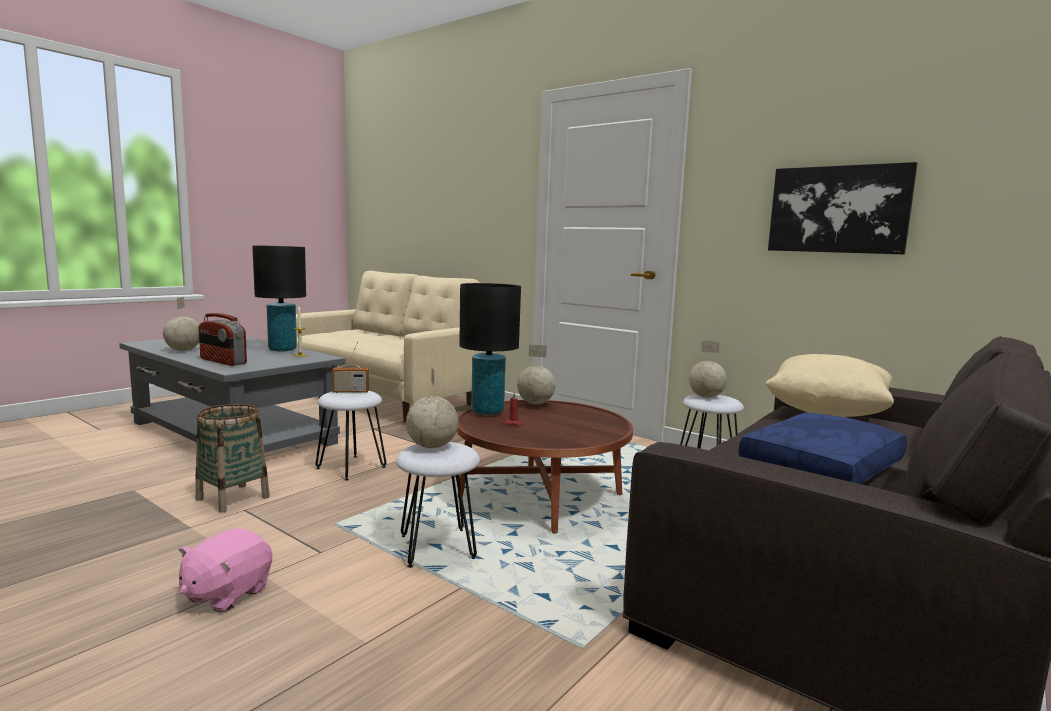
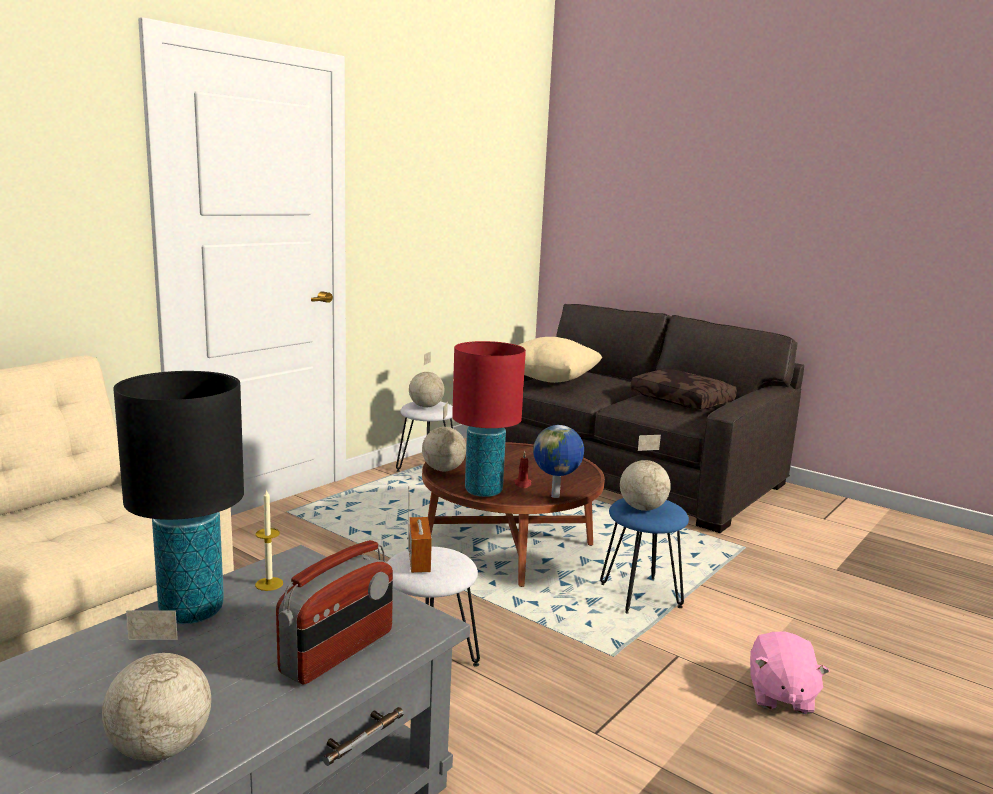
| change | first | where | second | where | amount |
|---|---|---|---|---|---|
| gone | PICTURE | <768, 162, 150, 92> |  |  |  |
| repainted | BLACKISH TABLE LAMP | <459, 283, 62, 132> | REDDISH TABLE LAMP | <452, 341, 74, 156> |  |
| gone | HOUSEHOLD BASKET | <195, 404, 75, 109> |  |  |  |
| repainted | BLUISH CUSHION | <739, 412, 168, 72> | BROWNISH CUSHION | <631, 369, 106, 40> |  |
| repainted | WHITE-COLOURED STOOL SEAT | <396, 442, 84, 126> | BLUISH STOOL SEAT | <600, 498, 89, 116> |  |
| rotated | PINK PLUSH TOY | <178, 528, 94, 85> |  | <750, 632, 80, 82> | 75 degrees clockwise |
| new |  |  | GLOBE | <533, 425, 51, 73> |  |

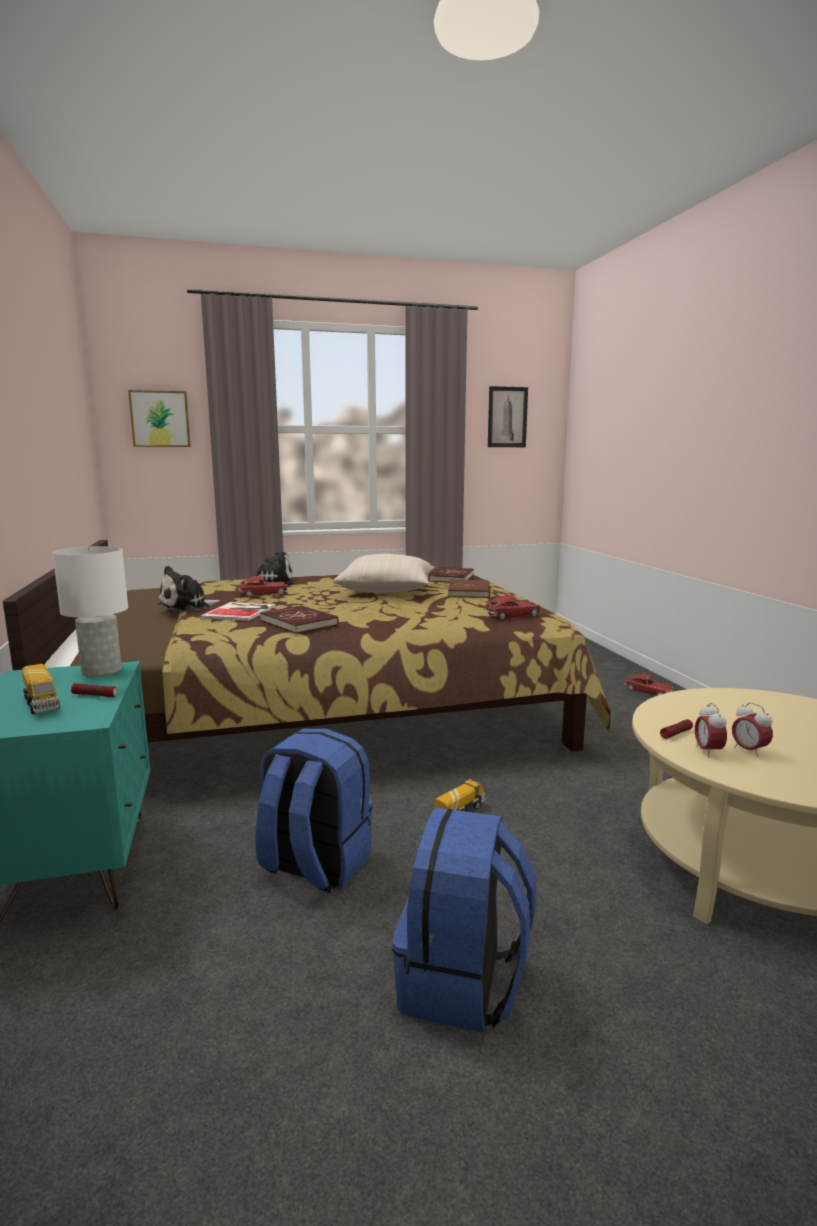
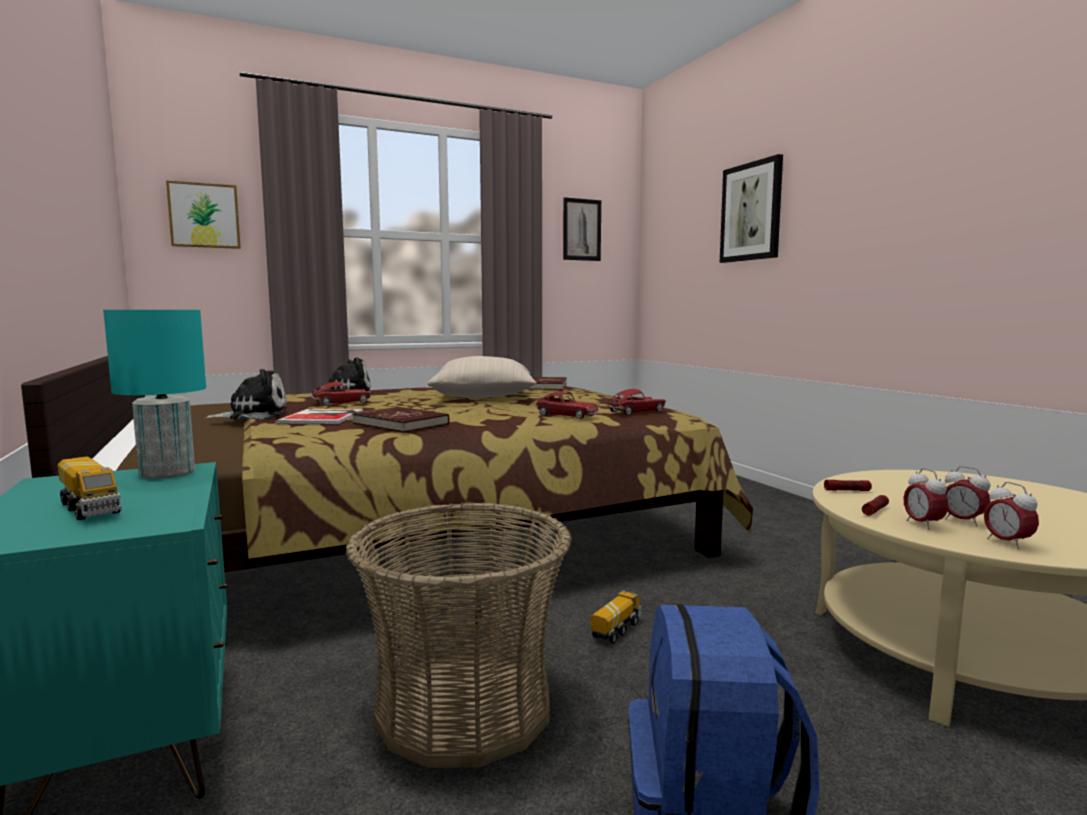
| change | first | where | second | where | amount |
|---|---|---|---|---|---|
| repainted | WHITE-COLOURED TABLE LAMP | <52, 546, 76, 131> | BLUE-GREEN TABLE LAMP | <103, 310, 103, 169> |  |
| rotated | PLUSH TOY | <157, 566, 64, 46> |  | <205, 369, 82, 50> | 150 degrees counterclockwise |
| gone | BROWNISH BOOK | <448, 580, 42, 18> |  |  |  |
| shifted | MINIATURE CAR | <625, 674, 49, 22> |  | <535, 391, 64, 28> |  |
| shifted | TORCH | <71, 683, 47, 14> |  | <824, 480, 48, 11> |  |
| swapped | BLUISH BACKPACK | <256, 729, 117, 164> | HOUSEHOLD BASKET | <346, 502, 226, 266> |  |
| new |  |  | PICTURE | <720, 154, 63, 109> |  |
| new |  |  | BEDSIDE CLOCK | <984, 482, 55, 68> |  |

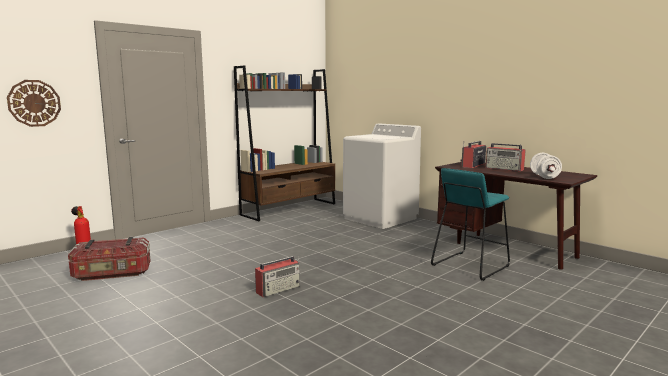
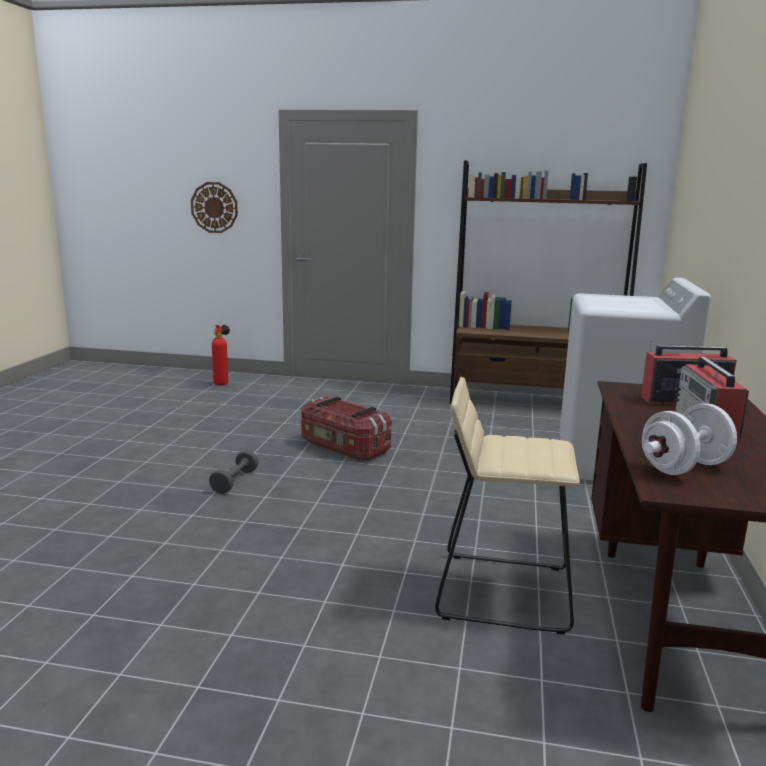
| change | first | where | second | where | amount |
|---|---|---|---|---|---|
| repainted | BLUE-GREEN STOOL SEAT | <431, 168, 79, 113> | BEIGE-COLOURED STOOL SEAT | <435, 377, 145, 257> |  |
| shifted | STORAGE BOX | <68, 237, 83, 44> |  | <301, 396, 91, 65> |  |
| swapped | RADIO SET | <255, 256, 45, 41> | GREYISH FREE WEIGHT | <209, 450, 49, 44> |  |

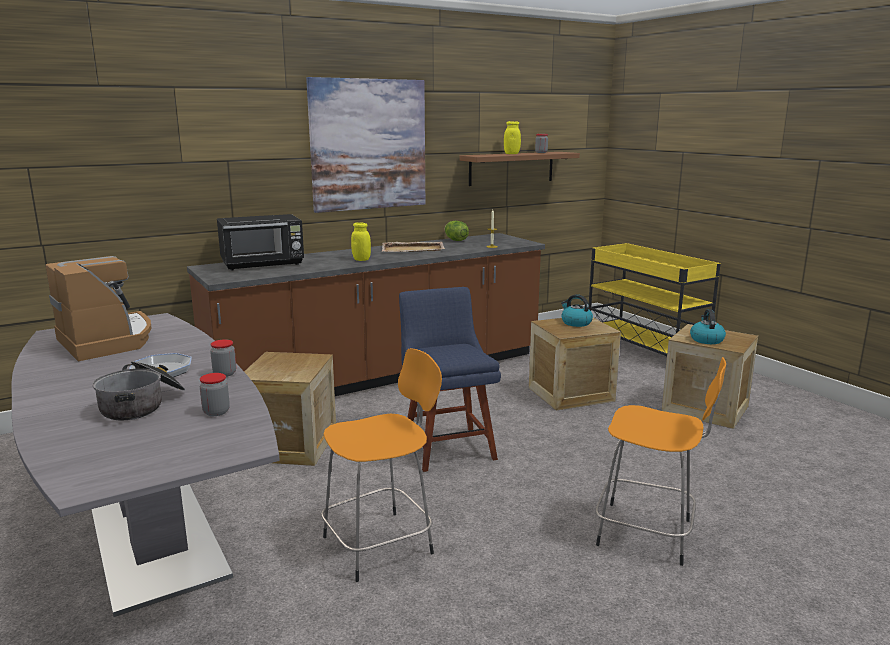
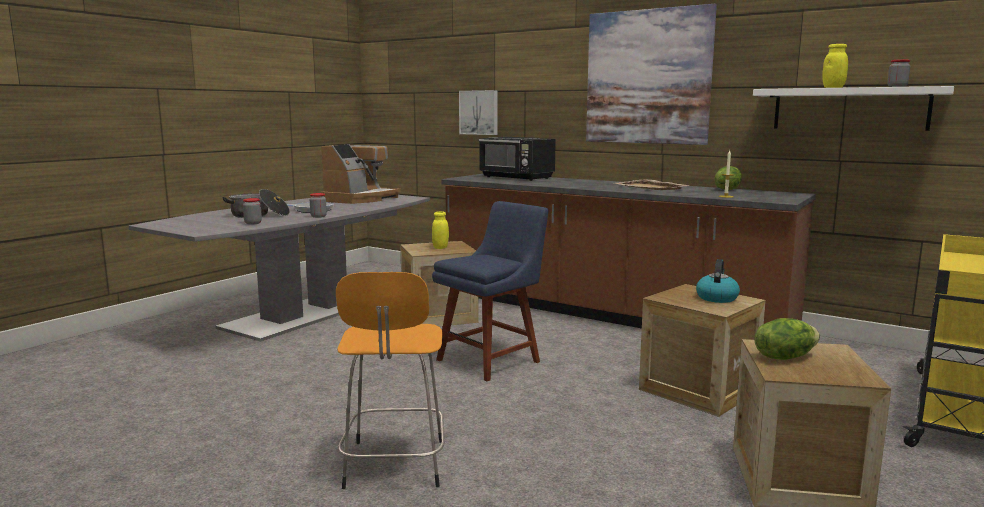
| change | first | where | second | where | amount |
|---|---|---|---|---|---|
| repainted | BROWNISH WALL SHELF | <459, 152, 121, 34> | WHITE-COLOURED WALL SHELF | <753, 86, 201, 45> |  |
| shifted | YELLOWISH JAR | <351, 222, 20, 39> |  | <432, 211, 17, 38> |  |
| swapped | TEA KETTLE | <690, 309, 36, 35> | LETTUCE | <754, 318, 66, 42> |  |
| gone | ORANGEY STOOL SEAT | <321, 348, 121, 234> |  |  |  |
| new |  |  | PICTURE | <459, 90, 38, 45> |  |

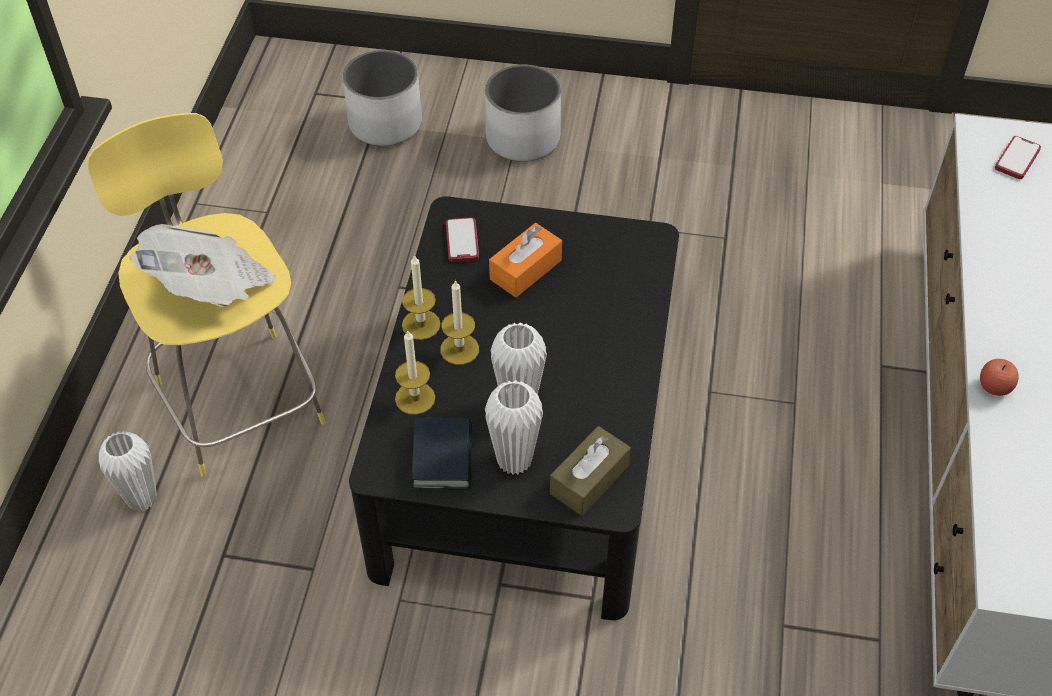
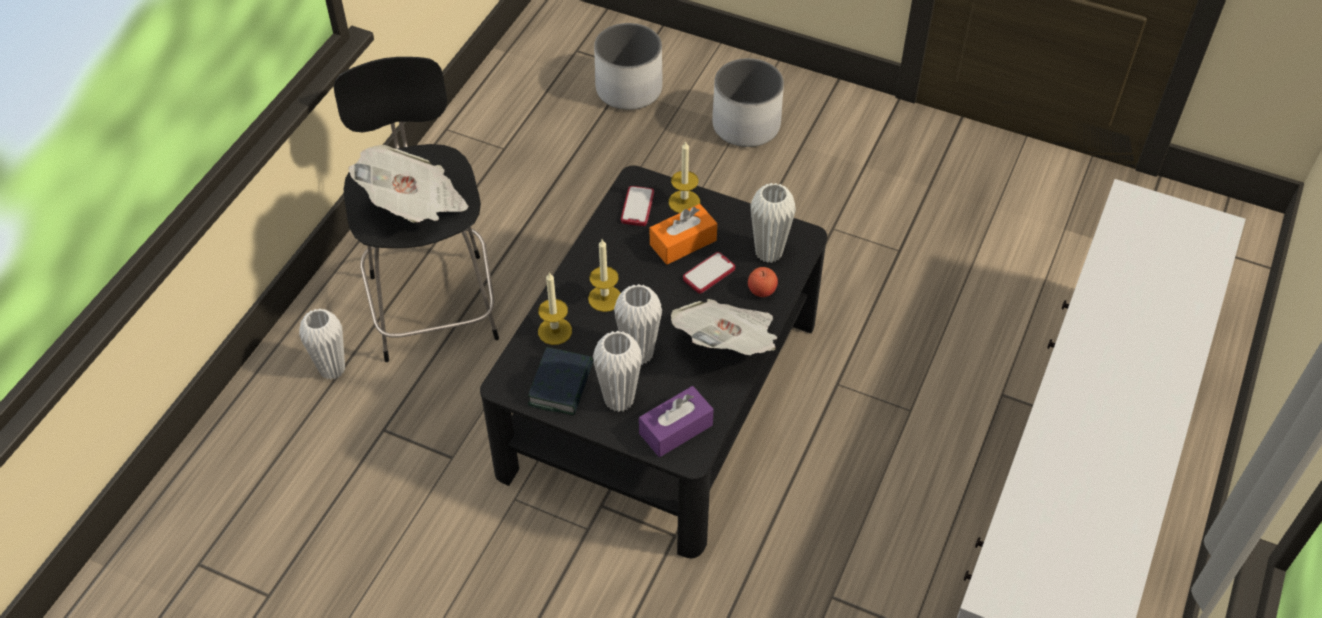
| change | first | where | second | where | amount |
|---|---|---|---|---|---|
| repainted | YELLOWISH STOOL SEAT | <87, 113, 239, 364> | BLACKISH STOOL SEAT | <334, 57, 165, 305> |  |
| shifted | TELEPHONE | <995, 136, 46, 43> |  | <683, 252, 52, 41> |  |
| shifted | WAX CANDLE | <402, 254, 38, 86> |  | <669, 141, 31, 72> |  |
| shifted | WHOLE APPLE | <980, 359, 38, 37> |  | <748, 267, 30, 30> |  |
| repainted | BROWNISH BOX OF TISSUES | <550, 426, 81, 90> | PURPLE BOX OF TISSUES | <639, 386, 75, 71> |  |
| new |  |  | WHITE-COLOURED VASE | <750, 183, 46, 80> |  |
| new |  |  | PRINTED PAPER | <671, 299, 107, 56> |  |

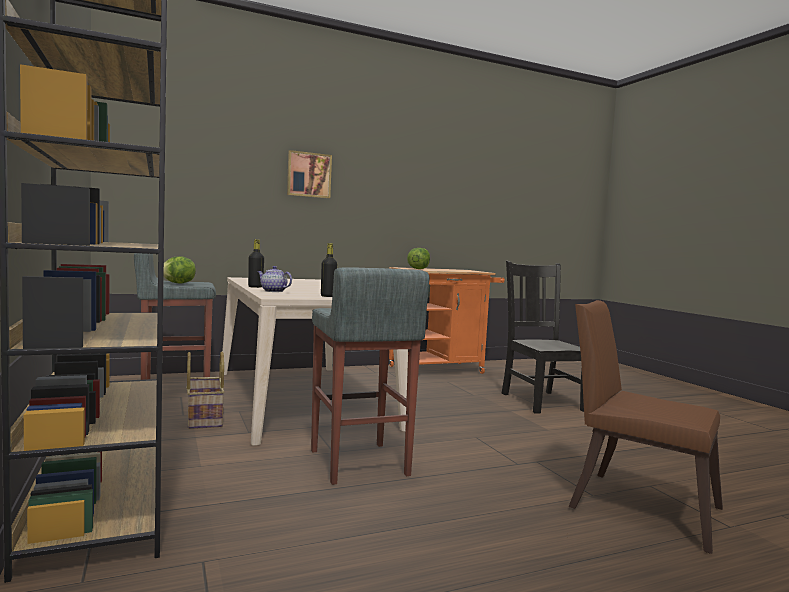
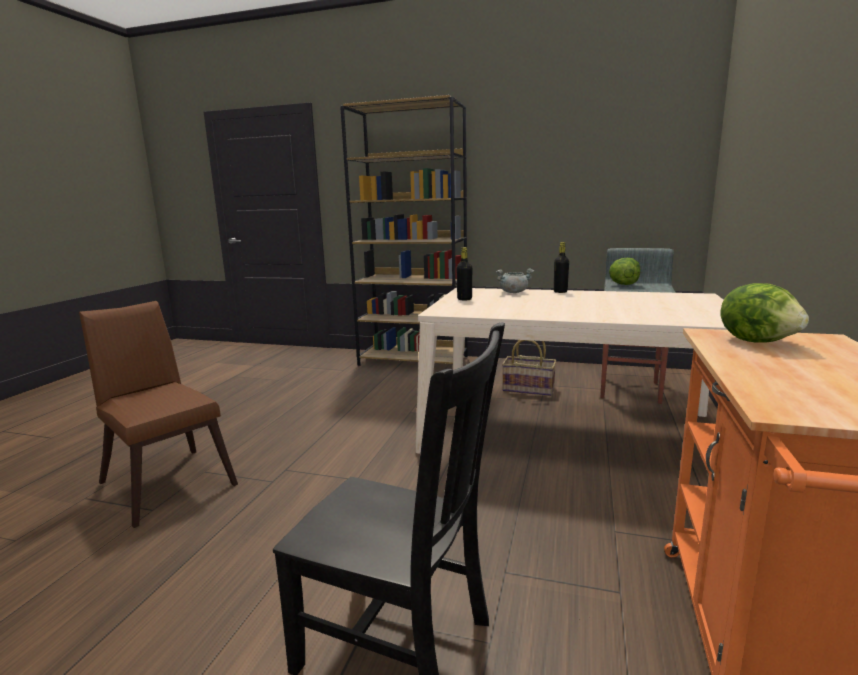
| change | first | where | second | where | amount |
|---|---|---|---|---|---|
| gone | PICTURE | <287, 150, 45, 49> |  |  |  |
| swapped | POT FOR TEA | <258, 266, 34, 26> | GREYISH SAUCEPOT | <496, 268, 38, 25> |  |
| gone | GREYISH STOOL SEAT | <311, 267, 119, 218> |  |  |  |
| rotated | BROWNISH UPRIGHT CHAIR | <568, 300, 155, 254> |  | <79, 301, 159, 227> | 120 degrees counterclockwise |

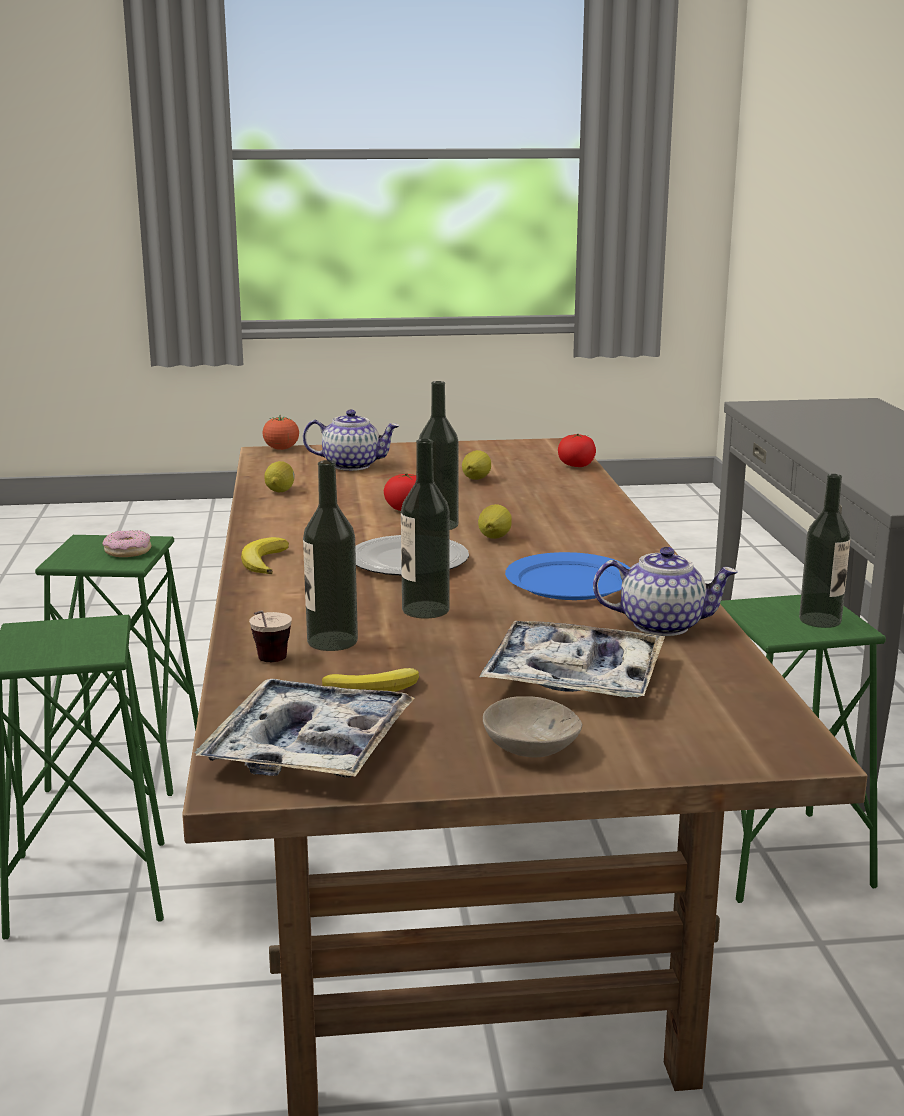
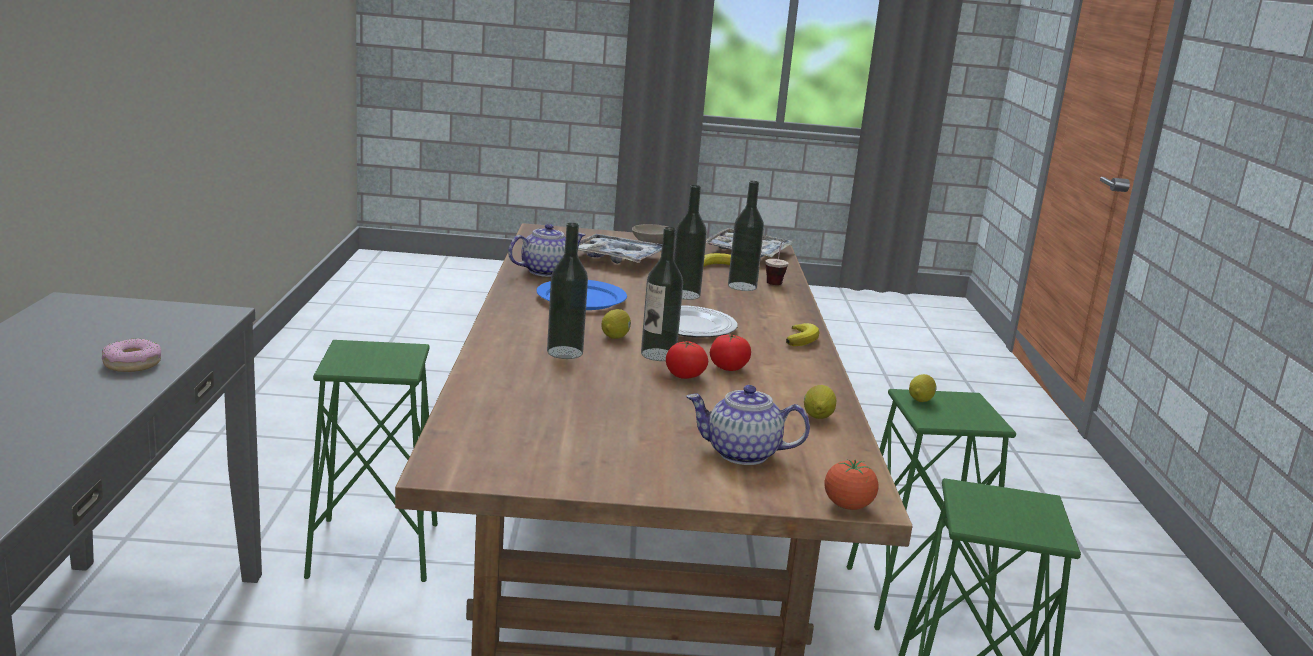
| change | first | where | second | where | amount |
|---|---|---|---|---|---|
| shifted | WHOLE TOMATO | <558, 434, 38, 33> |  | <710, 334, 41, 37> |  |
| shifted | CITRUS FRUIT | <462, 450, 29, 30> |  | <909, 374, 28, 28> |  |
| shifted | DRINK BOTTLE | <799, 474, 52, 154> |  | <547, 223, 41, 136> |  |
| shifted | DOUGHNUT | <102, 530, 50, 27> |  | <102, 338, 59, 34> |  |
| rotated | POT FOR TEA | <593, 547, 145, 89> |  | <508, 224, 77, 53> | 135 degrees clockwise |

